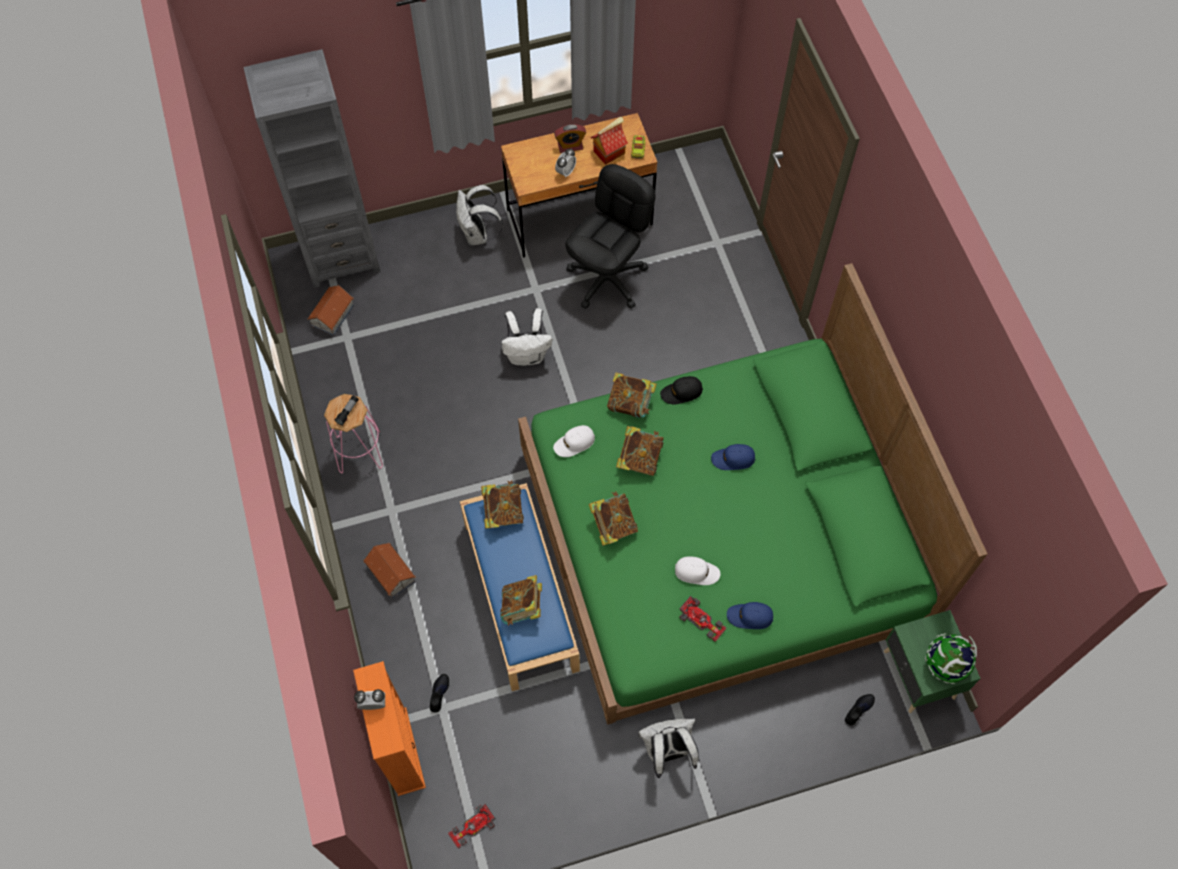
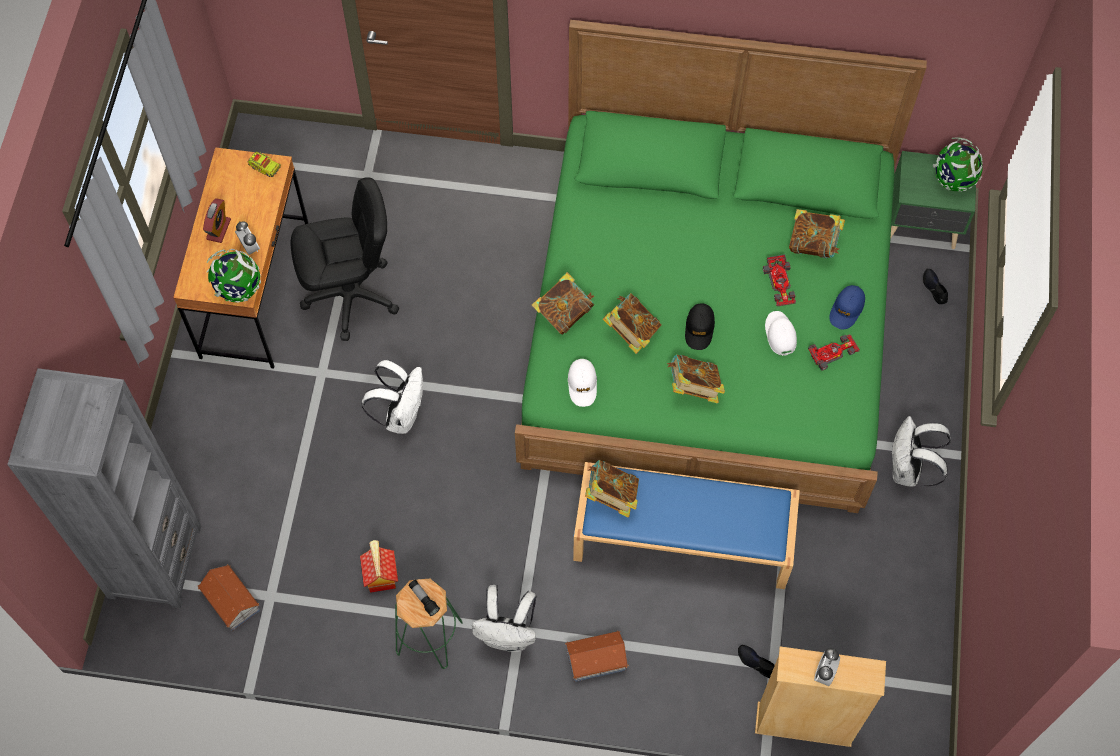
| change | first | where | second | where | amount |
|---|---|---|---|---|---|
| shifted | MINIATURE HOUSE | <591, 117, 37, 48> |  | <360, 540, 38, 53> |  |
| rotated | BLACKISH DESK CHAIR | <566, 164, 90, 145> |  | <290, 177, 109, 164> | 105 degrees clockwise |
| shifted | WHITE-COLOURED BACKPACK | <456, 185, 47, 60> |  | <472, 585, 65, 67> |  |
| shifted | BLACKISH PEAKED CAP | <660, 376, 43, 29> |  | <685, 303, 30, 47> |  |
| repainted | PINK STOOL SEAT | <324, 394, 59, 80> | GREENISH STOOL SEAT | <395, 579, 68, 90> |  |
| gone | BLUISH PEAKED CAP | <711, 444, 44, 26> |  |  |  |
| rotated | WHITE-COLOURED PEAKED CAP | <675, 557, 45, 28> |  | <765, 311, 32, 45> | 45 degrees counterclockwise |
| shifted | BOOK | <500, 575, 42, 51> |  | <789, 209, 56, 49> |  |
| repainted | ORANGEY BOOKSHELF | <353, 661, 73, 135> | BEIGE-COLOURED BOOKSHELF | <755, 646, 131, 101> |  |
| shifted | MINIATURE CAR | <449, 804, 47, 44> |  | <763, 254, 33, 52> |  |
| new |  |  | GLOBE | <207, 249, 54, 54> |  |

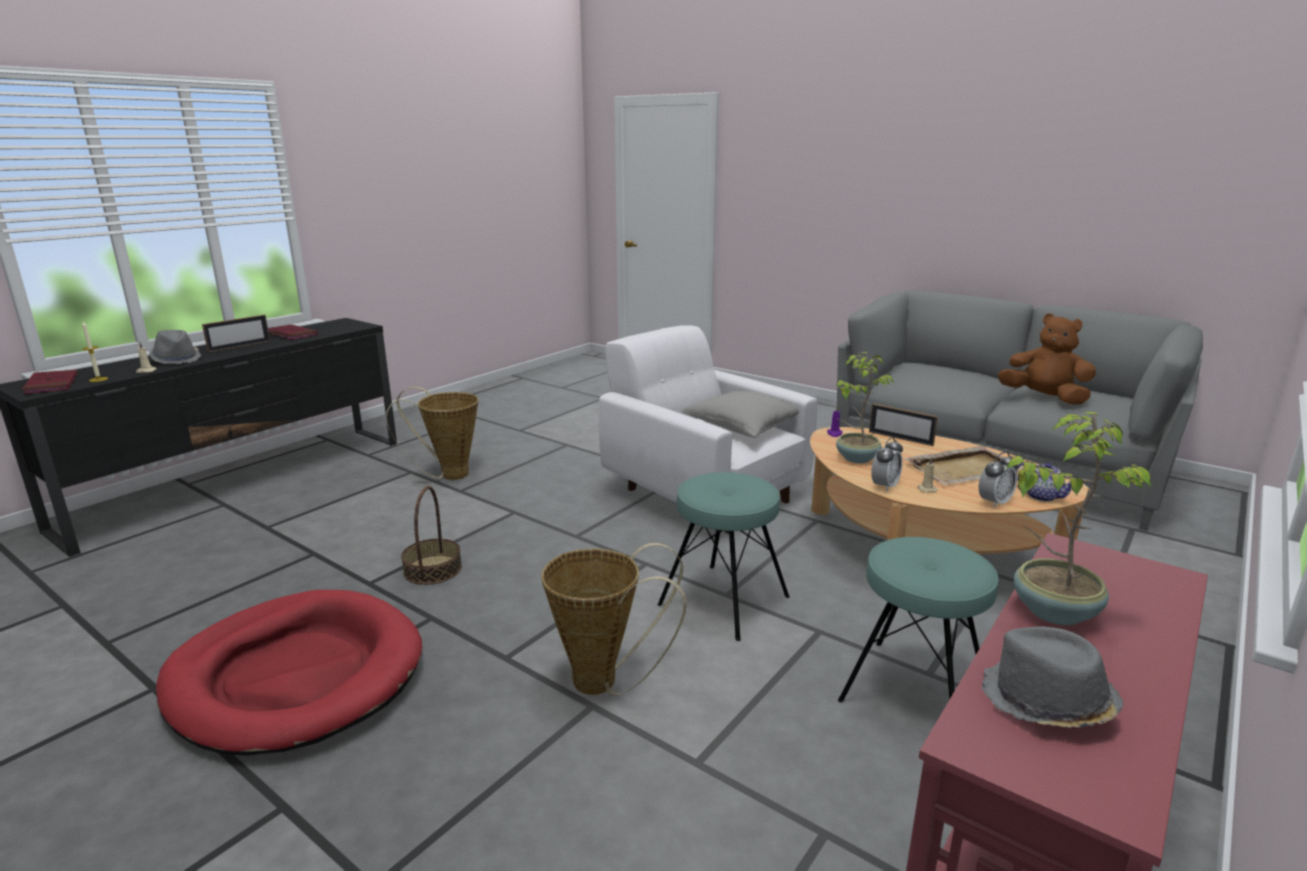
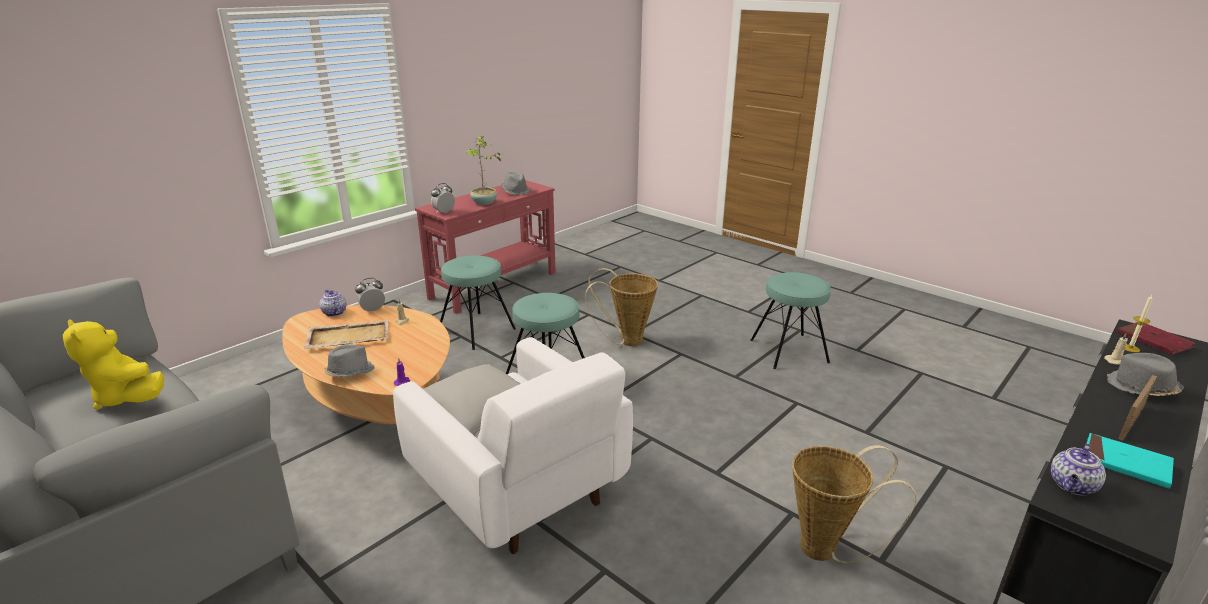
| change | first | where | second | where | amount |
|---|---|---|---|---|---|
| repainted | BROWNISH PLUSH TOY | <998, 313, 98, 92> | YELLOWISH PLUSH TOY | <63, 319, 101, 91> |  |
| repainted | REDDISH BOOK | <268, 324, 50, 16> | BLUE-GREEN BOOK | <1087, 433, 87, 56> |  |
| gone | POTTED PLANT | <836, 352, 58, 111> |  |  |  |
| swapped | PICTURE FRAME | <869, 403, 69, 43> | GREYISH CLOTHING HAT | <324, 344, 51, 33> |  |
| shifted | BEDSIDE CLOCK | <871, 437, 32, 55> |  | <431, 183, 24, 30> |  |
| gone | HOUSEHOLD BASKET | <401, 486, 61, 99> |  |  |  |
| swapped | REDDISH DOG BED | <156, 590, 266, 166> | BLUE-GREEN STOOL SEAT | <750, 272, 81, 97> |  |
| new |  |  | POT FOR TEA | <1051, 443, 55, 52> |  |

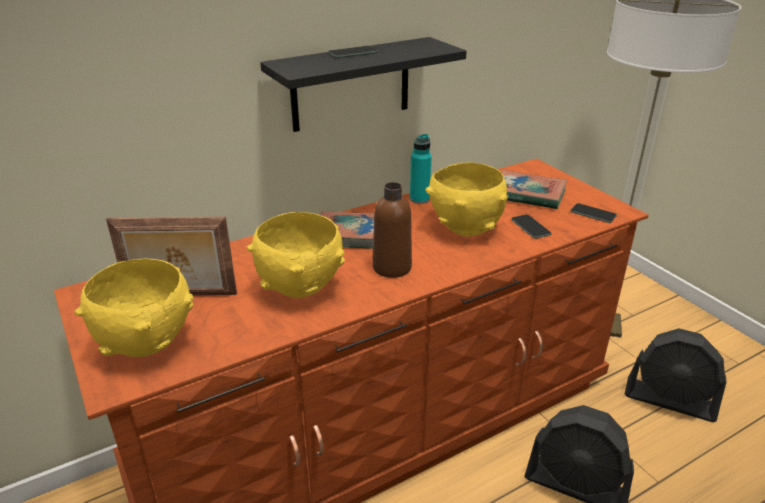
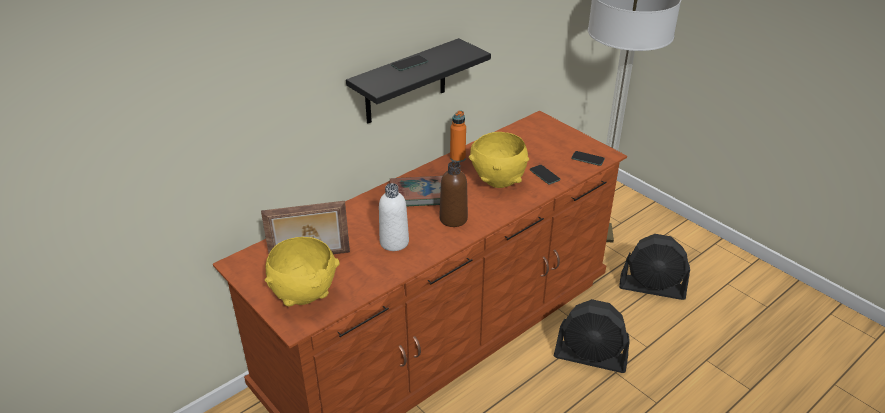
| change | first | where | second | where | amount |
|---|---|---|---|---|---|
| repainted | BLUE-GREEN DRINK BOTTLE | <410, 134, 22, 70> | ORANGEY DRINK BOTTLE | <450, 110, 16, 52> |  |
| gone | BOOK | <501, 170, 66, 39> |  |  |  |
| swapped | YELLOWISH DEEP DISH | <247, 212, 98, 86> | WHITE-COLOURED DRINK BOTTLE | <379, 183, 30, 68> |  |

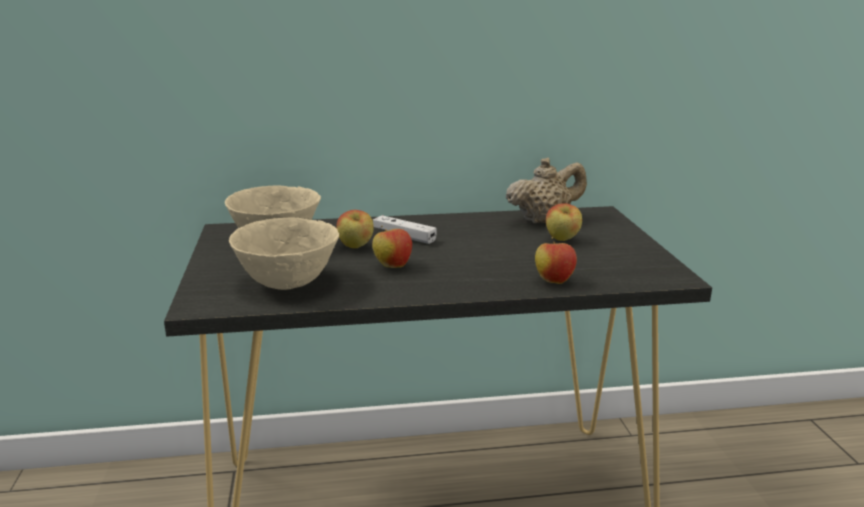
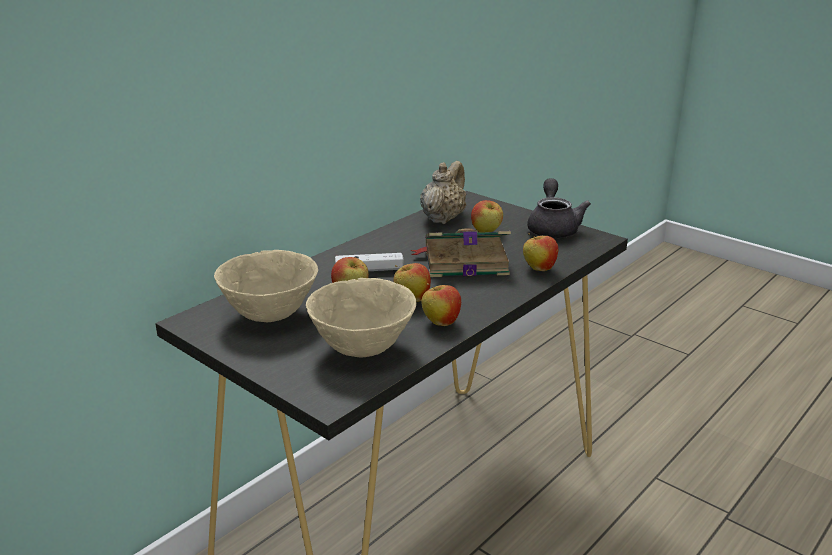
| change | first | where | second | where | amount |
|---|---|---|---|---|---|
| new |  |  | GREYISH POT FOR TEA | <527, 178, 64, 60> |  |
| new |  |  | BOOK | <411, 228, 100, 49> |  |
| new |  |  | WHOLE APPLE | <421, 283, 40, 43> |  |

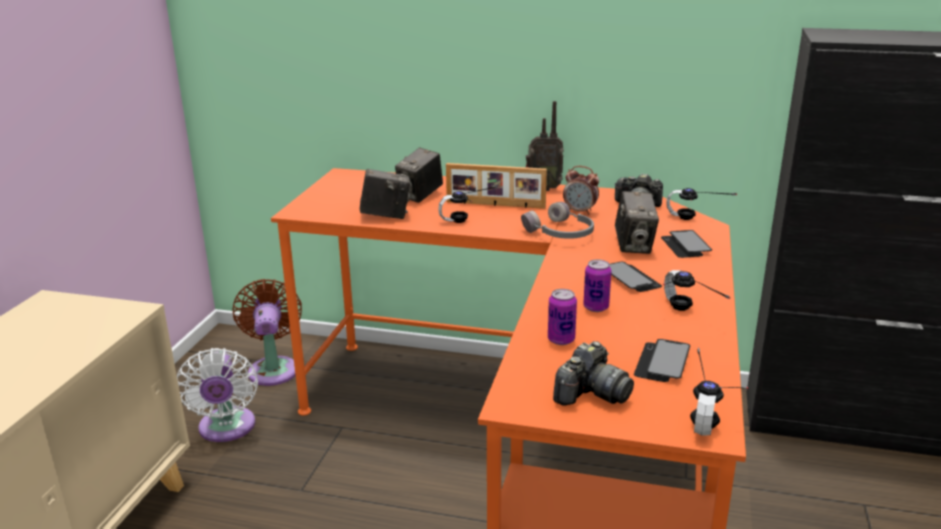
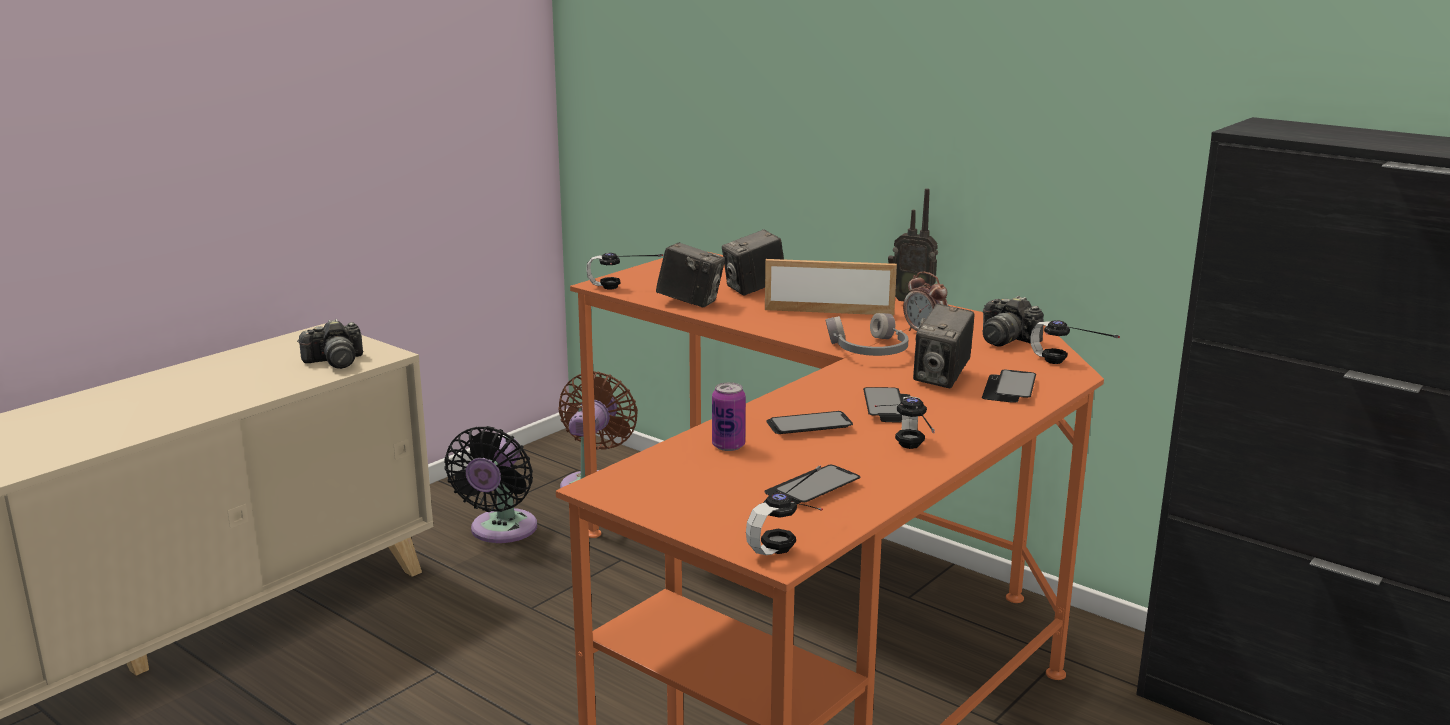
| change | first | where | second | where | amount |
|---|---|---|---|---|---|
| rotated | PICTURE FRAME | <446, 163, 101, 46> |  | <765, 259, 132, 57> | 150 degrees clockwise |
| shifted | PAIR OF HEADPHONES | <438, 185, 61, 38> |  | <586, 253, 77, 37> |  |
| swapped | SEALED CAN | <583, 259, 28, 53> | TELEPHONE | <766, 411, 87, 23> |  |
| shifted | STILL CAMERA | <553, 341, 81, 65> |  | <297, 319, 66, 50> |  |
| repainted | WHITE-COLOURED FAN | <177, 348, 81, 94> | BLACKISH FAN | <444, 426, 93, 117> |  |

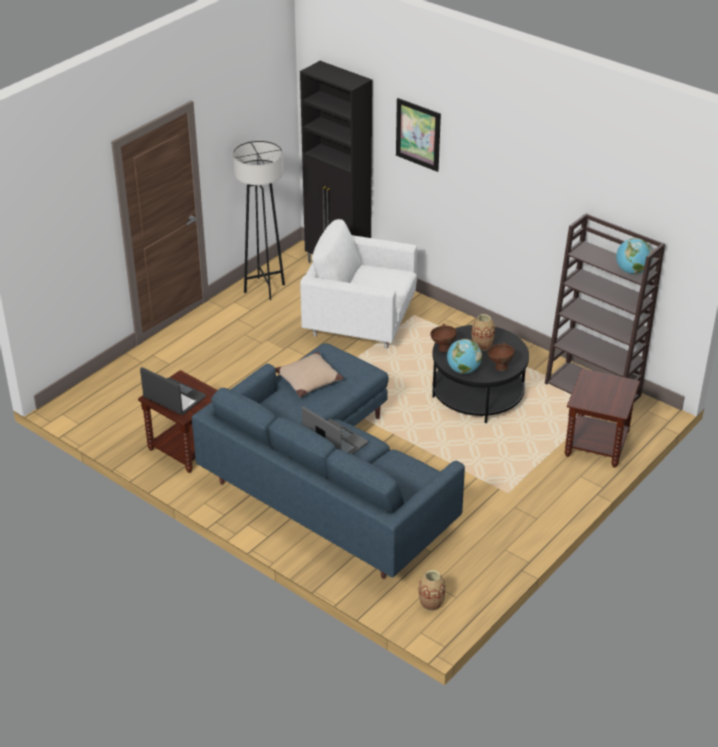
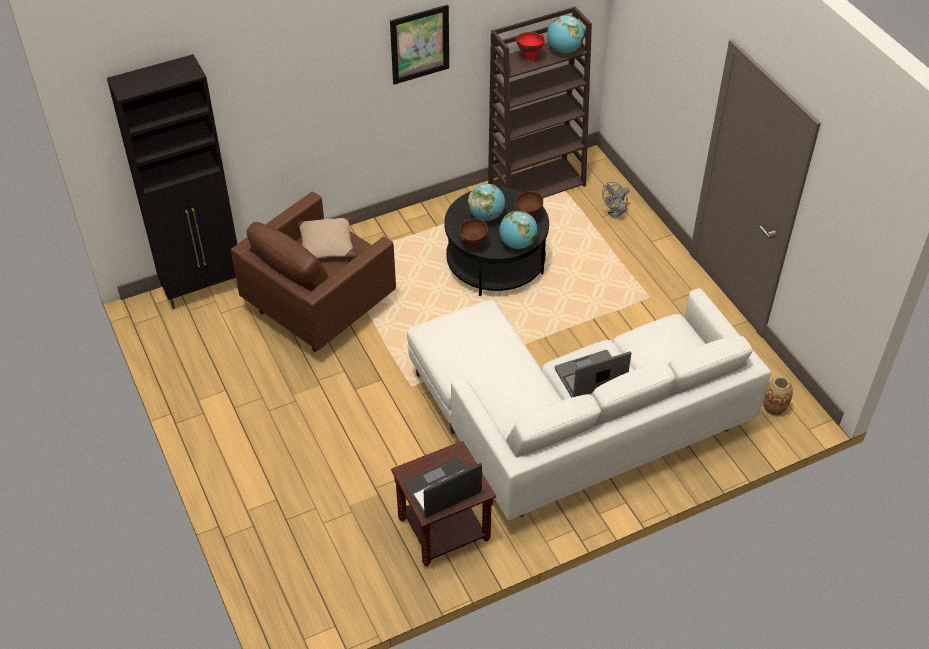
| change | first | where | second | where | amount |
|---|---|---|---|---|---|
| shifted | PICTURE | <396, 98, 45, 74> |  | <390, 5, 59, 80> |  |
| gone | GREYISH STANDARD LAMP | <233, 141, 52, 159> |  |  |  |
| repainted | WHITE-COLOURED ARMCHAIR | <300, 219, 117, 129> | BROWNISH ARMCHAIR | <231, 192, 165, 160> |  |
| swapped | VASE | <472, 314, 23, 37> | GLOBE | <468, 183, 37, 38> |  |
| repainted | BLUISH COUCH | <192, 343, 273, 236> | WHITE-COLOURED COUCH | <407, 288, 364, 232> |  |
| shifted | BEIGE-COLOURED CUSHION | <275, 351, 68, 46> |  | <298, 217, 59, 42> |  |
| swapped | BROWNISH ACCENT TABLE | <565, 369, 75, 99> | GREYISH FAN | <602, 182, 27, 37> |  |
| new |  |  | REDDISH DEEP DISH | <516, 32, 29, 29> |  |

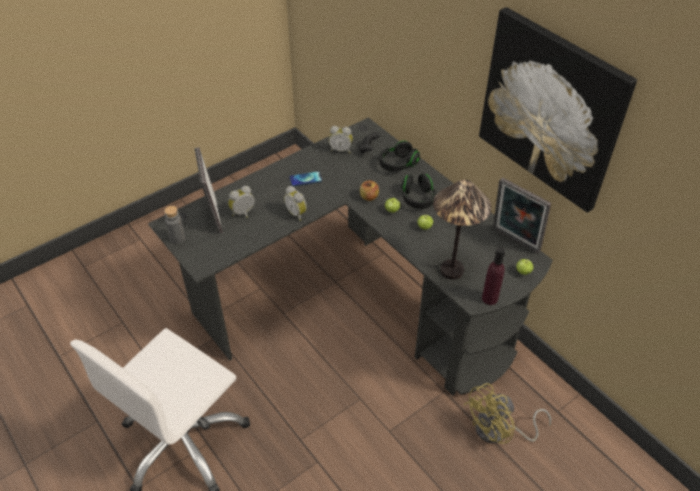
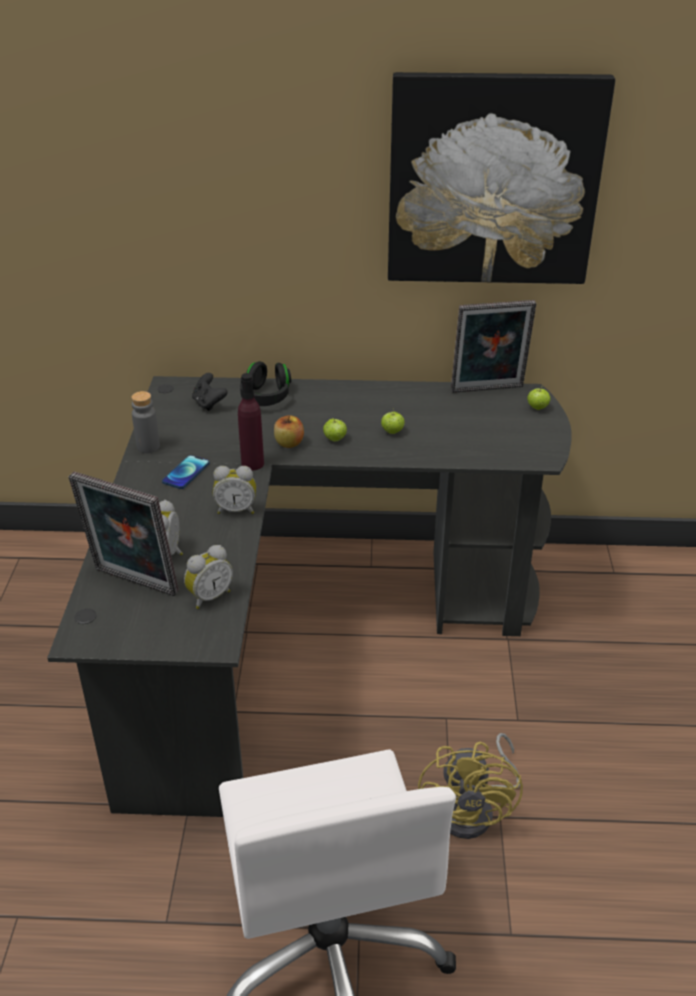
| change | first | where | second | where | amount |
|---|---|---|---|---|---|
| shifted | BEDSIDE CLOCK | <329, 126, 24, 27> |  | <184, 545, 49, 64> |  |
| gone | BLACKISH PAIR OF HEADPHONES | <402, 173, 34, 36> |  |  |  |
| gone | TABLE LAMP | <433, 180, 59, 99> |  |  |  |
| shifted | GREYISH DRINK BOTTLE | <164, 206, 22, 38> |  | <132, 391, 28, 62> |  |
| shifted | PURPLE DRINK BOTTLE | <482, 248, 23, 57> |  | <238, 373, 26, 98> |  |
| shifted | YELLOWISH FAN | <464, 383, 87, 61> |  | <418, 733, 105, 106> |  |

